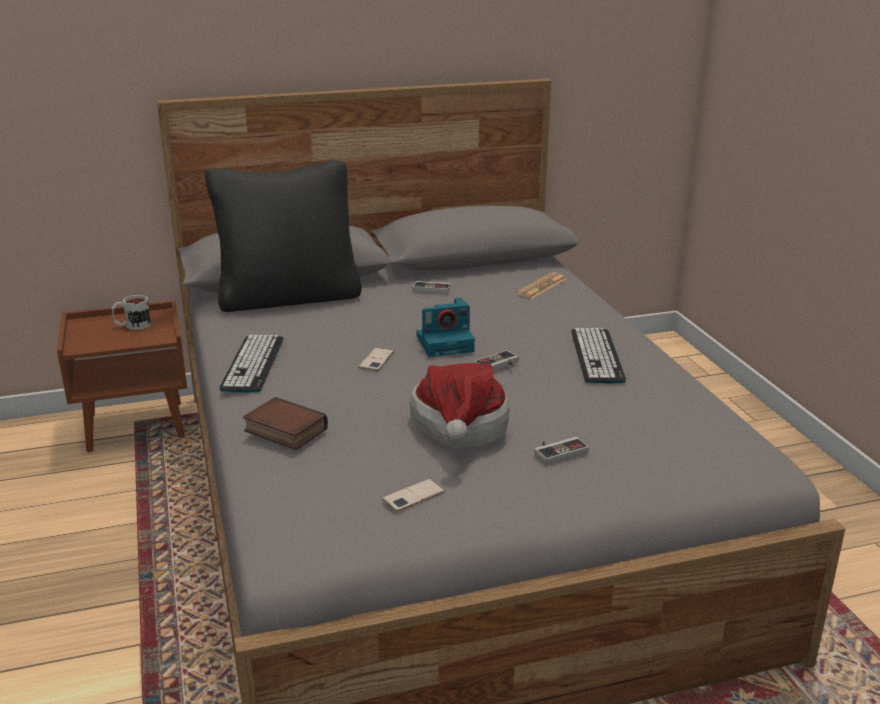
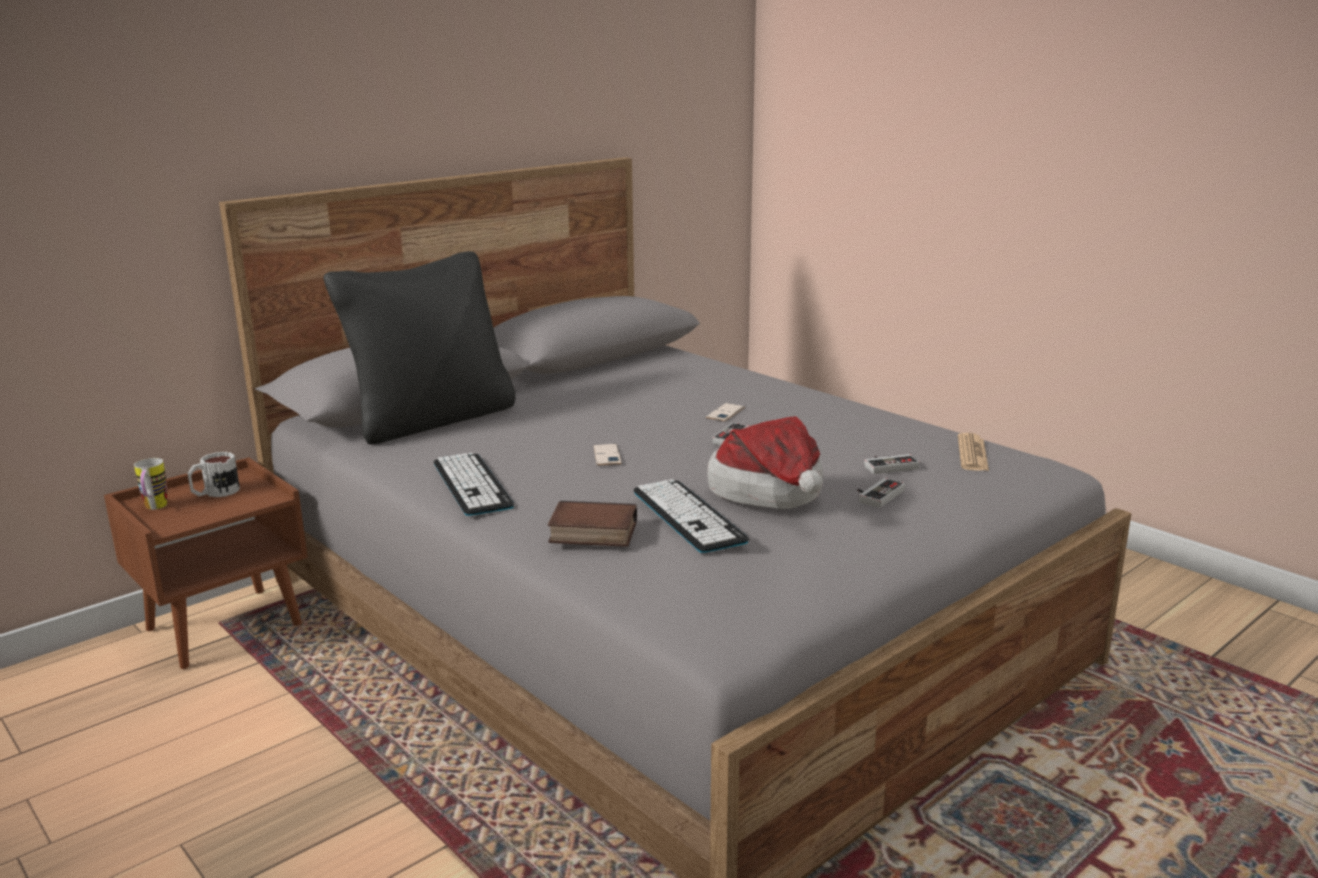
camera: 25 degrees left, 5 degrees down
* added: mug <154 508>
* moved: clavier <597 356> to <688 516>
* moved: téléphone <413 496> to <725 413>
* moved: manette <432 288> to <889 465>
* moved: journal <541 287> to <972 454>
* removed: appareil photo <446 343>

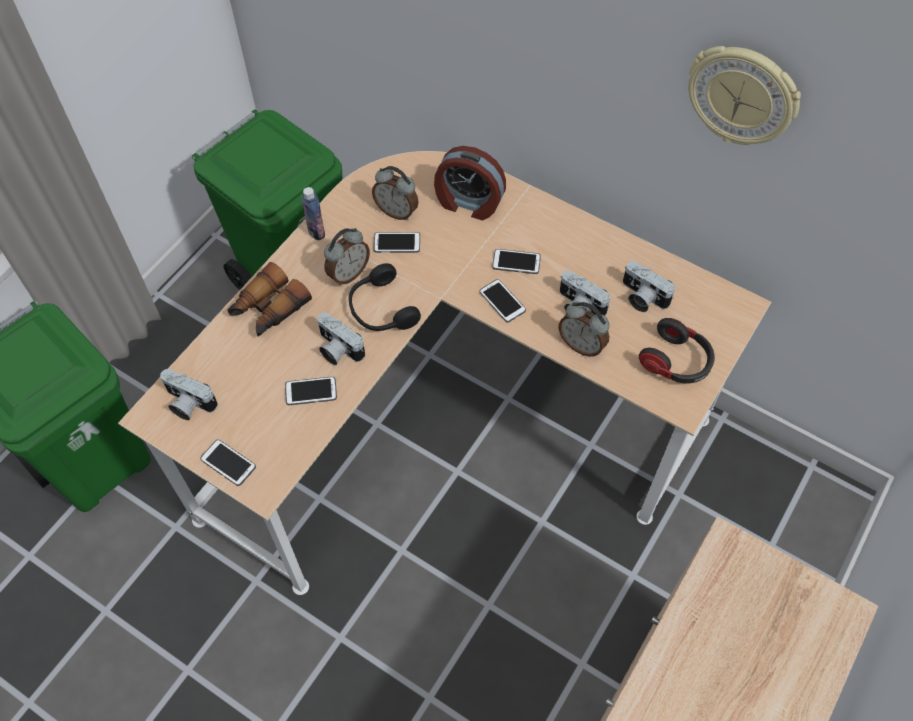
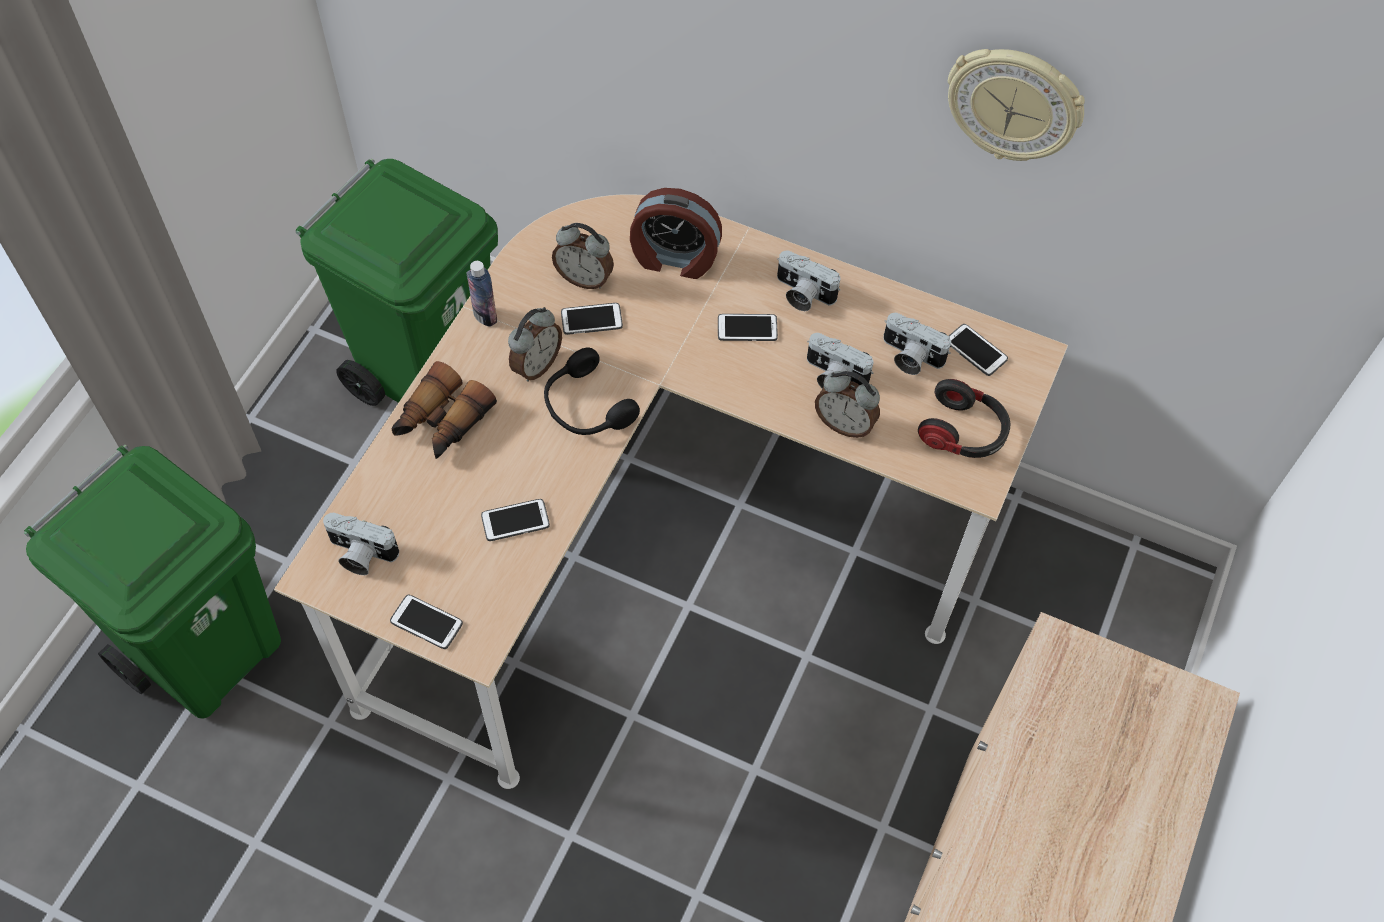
camera: 10 degrees left, 0 degrees up
* moved: appareil photo <337 349> to <802 294>
* moved: téléphone <502 301> to <975 350>

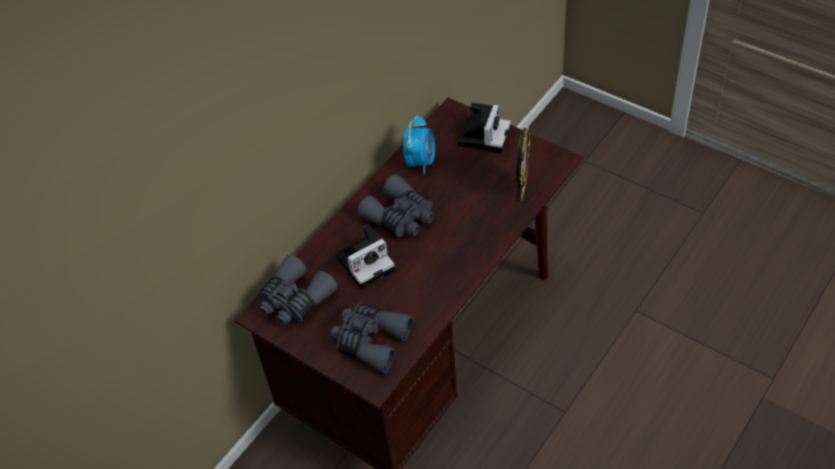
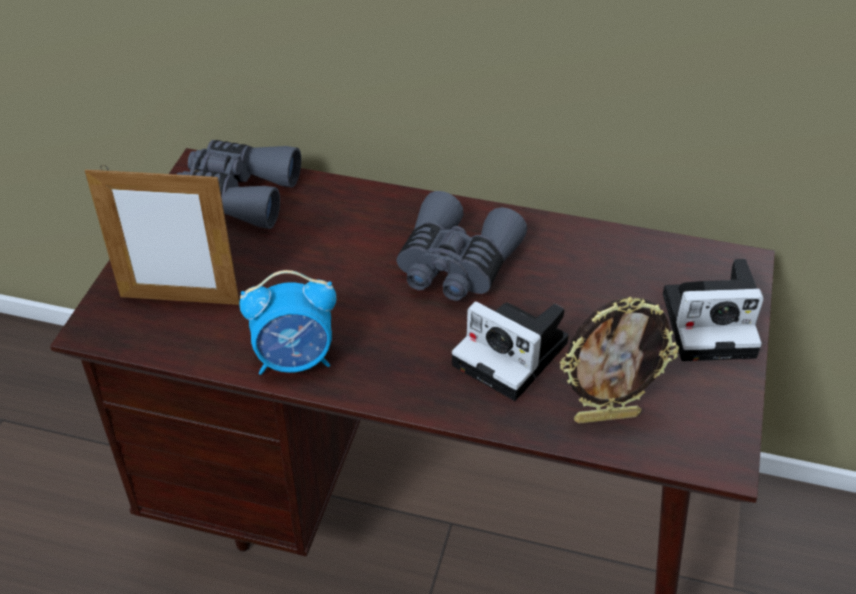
camera: 65 degrees right, 5 degrees down
* replaced: jumelles (gris) <370 341> to cadre photo <180 300>
* moved: réveil <421 161> to <295 360>
* moved: appareil photo <367 262> to <515 355>

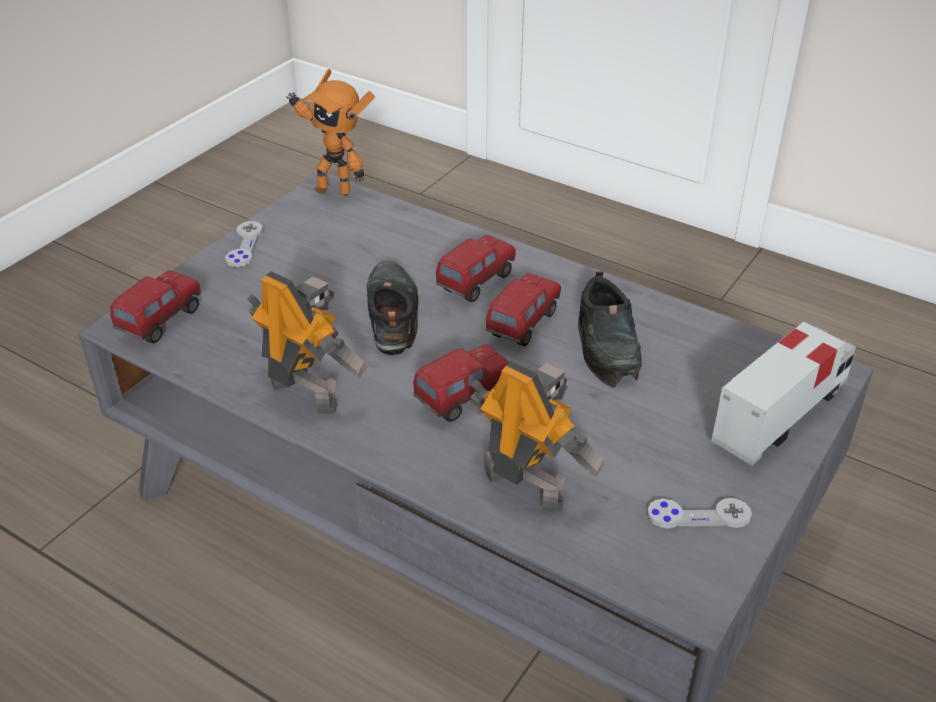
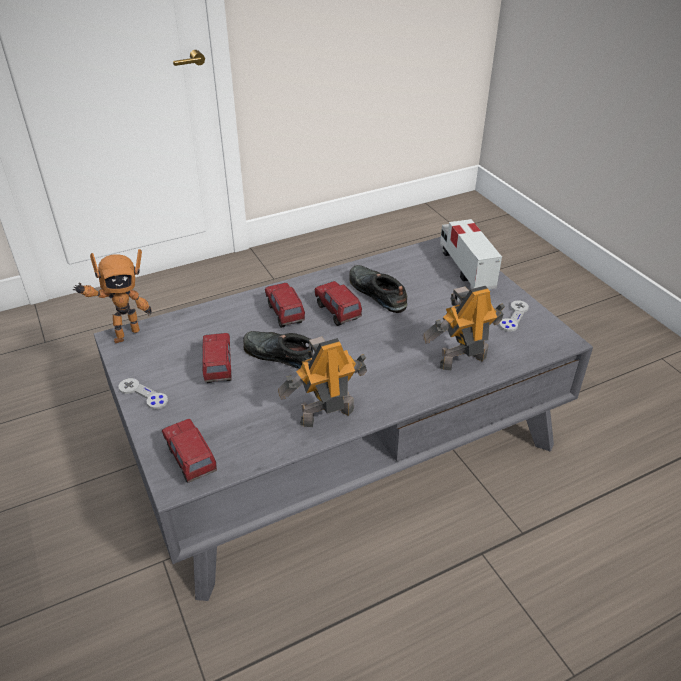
camera: 60 degrees left, 0 degrees up
* moved: camion jouet <463 399> to <218 369>
* turned: chaussure (noir) <608 343> = <376 293> 150 degrees counterclockwise

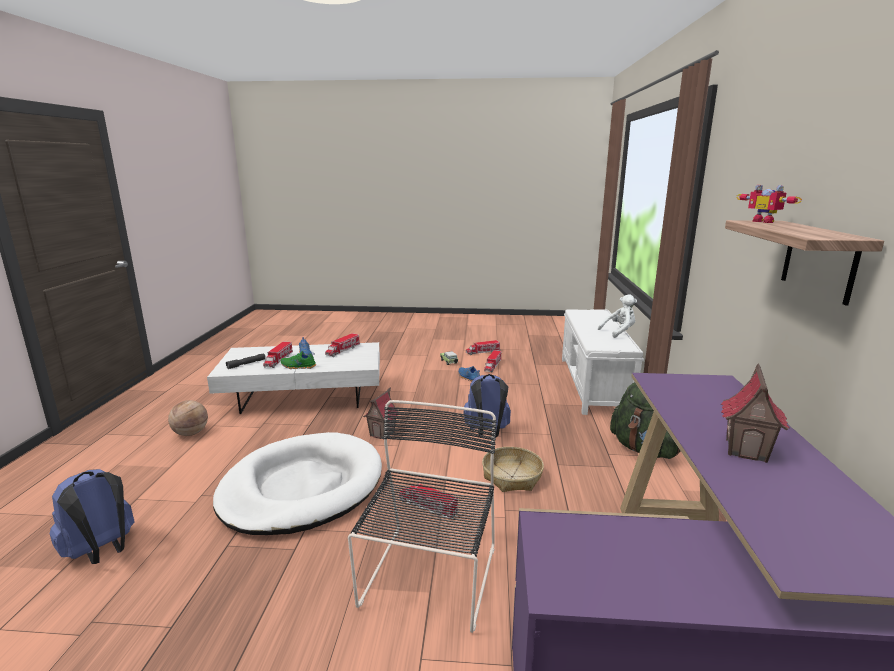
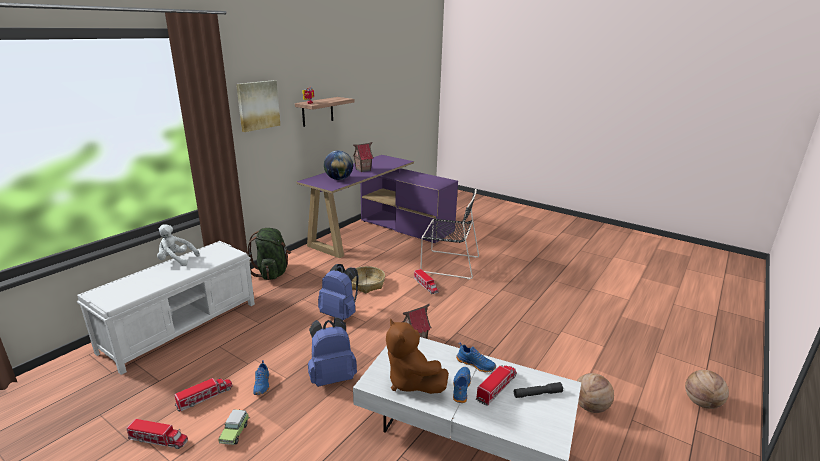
camera: 150 degrees left, 5 degrees up
* added: tableau <258 105>
* moved: sac à dos (bleu) <102 551> to <332 377>
* added: globe <339 179>
* replaced: camion jouet <342 350> to peluche (marron) <411 382>
* turned: chaise (noir) <428 579> = <448 264> 120 degrees counterclockwise
* recoloured: chaussure (vert) <298 367> to chaussure (bleu) <476 364>
* added: ballon de basket <701 403>
* removed: panier pour chien (blanc) <302 487>

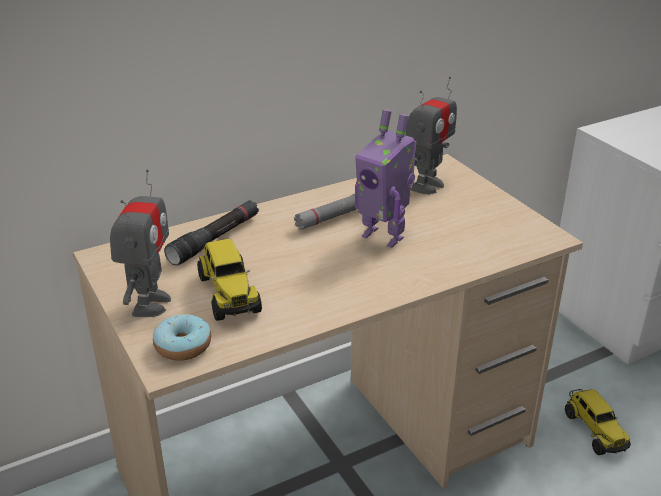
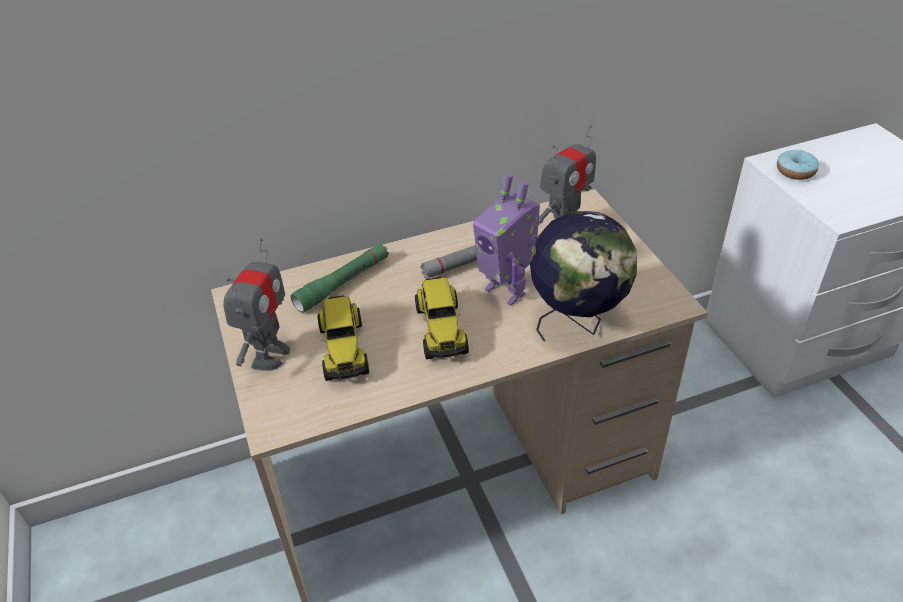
camera: 10 degrees right, 10 degrees up
* recoloured: lampe de poche (noir) <215 239> to lampe de poche (vert) <343 283>
* moved: camion jouet <594 430> to <441 329>
* added: globe <577 323>
* moved: beignet <183 346> to <795 171>

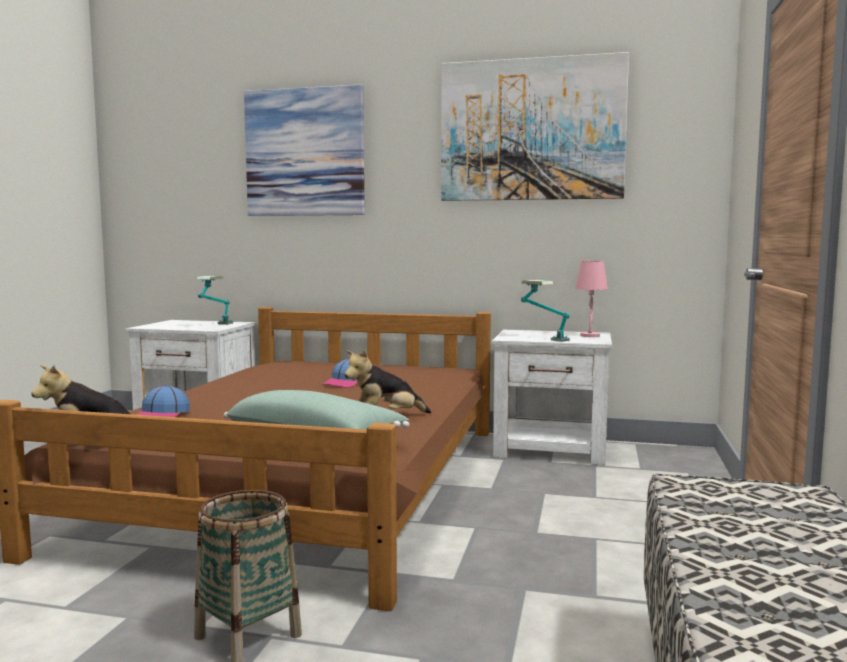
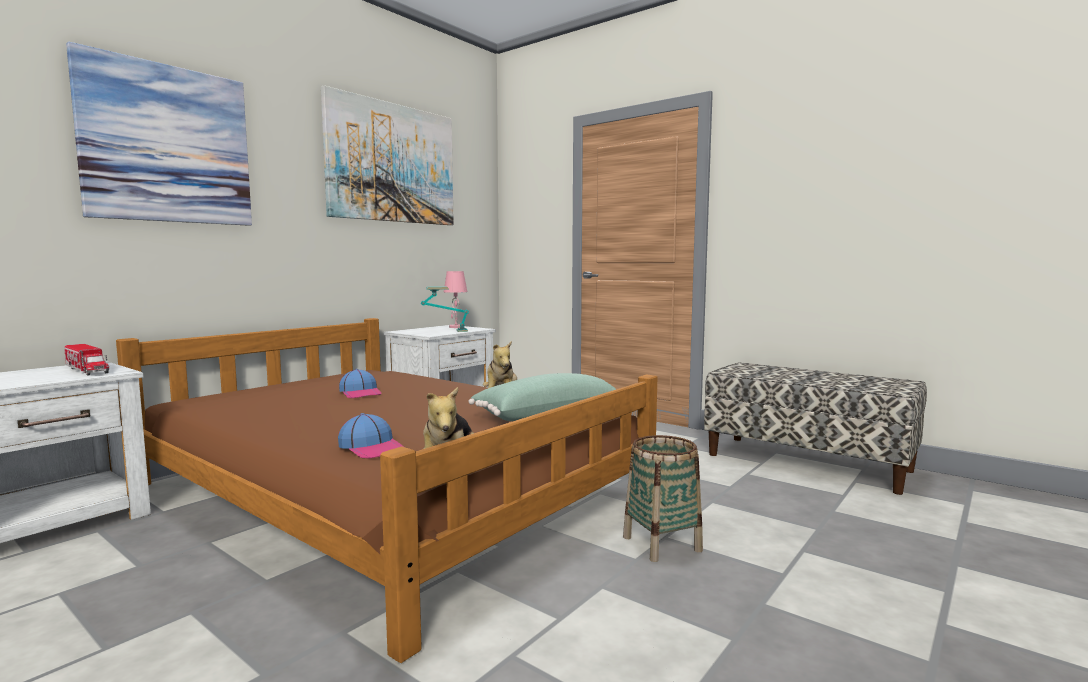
camera: 65 degrees left, 0 degrees up
* replaced: lampe de table <215 326> to camion jouet <87 370>

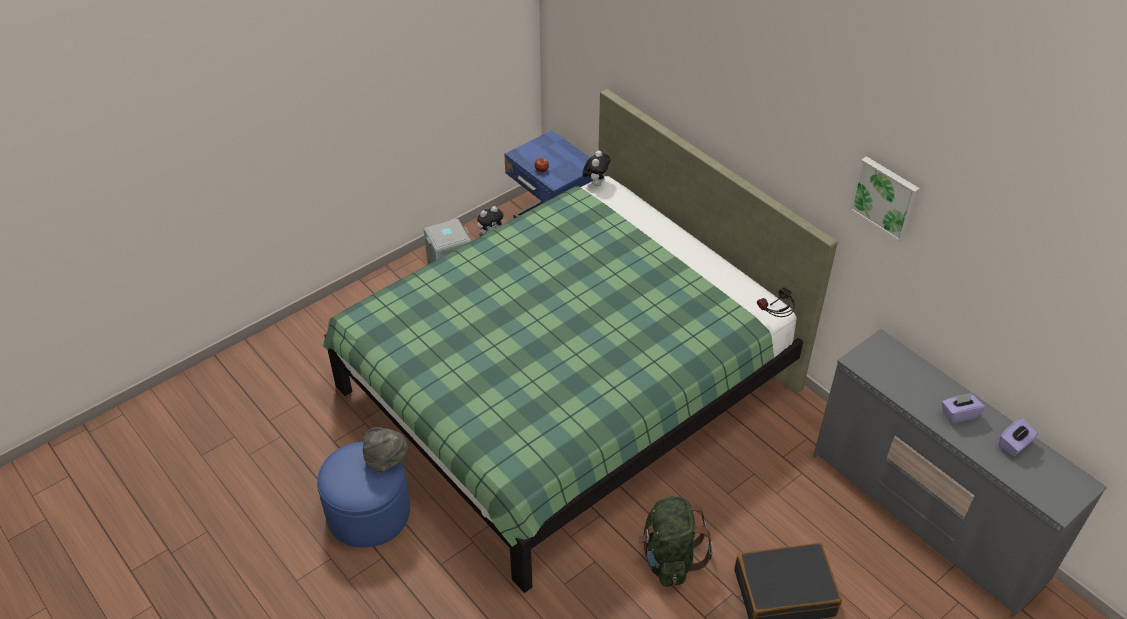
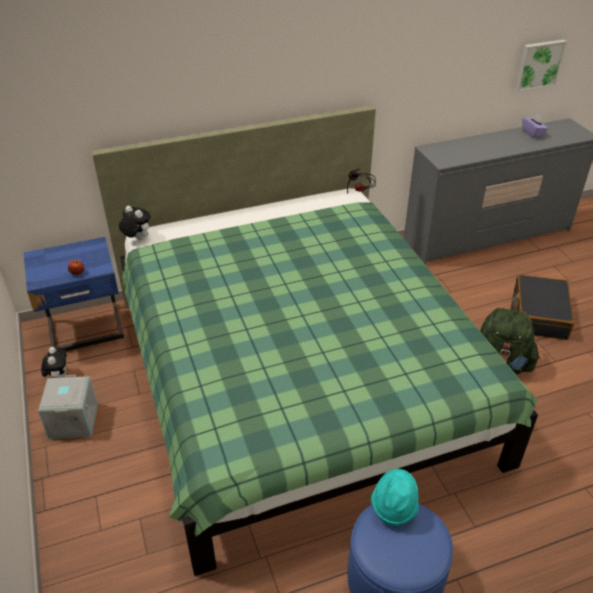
camera: 70 degrees left, 5 degrees down
* recoloured: chapeau (gris) <386 460> to chapeau (turquoise) <393 508>
* moved: tableau <885 197> to <538 65>
* removed: boîte à mouchoirs (violet) <958 414>

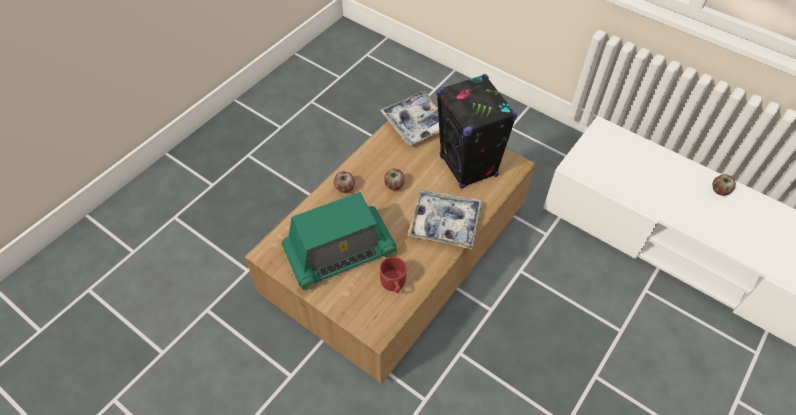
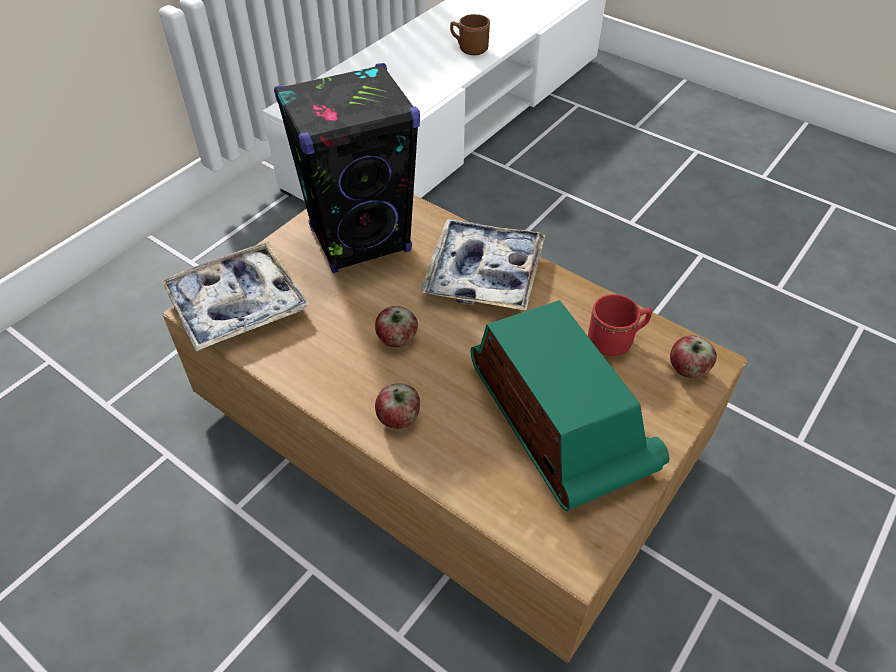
camera: 90 degrees left, 5 degrees down
* added: mug (marron) <469 48>
* moved: pomme <719 191> to <687 369>

